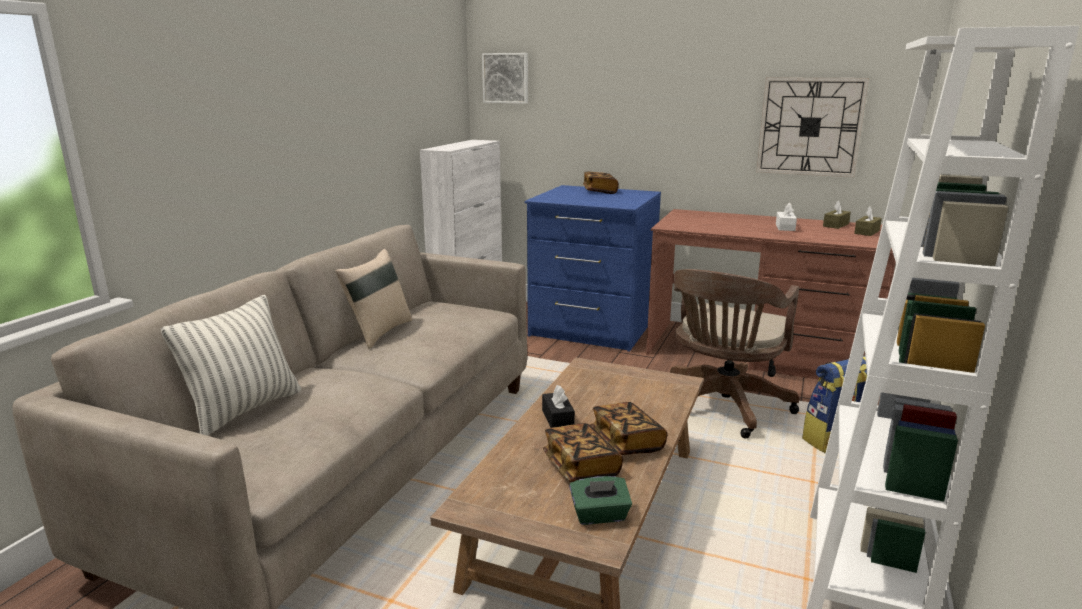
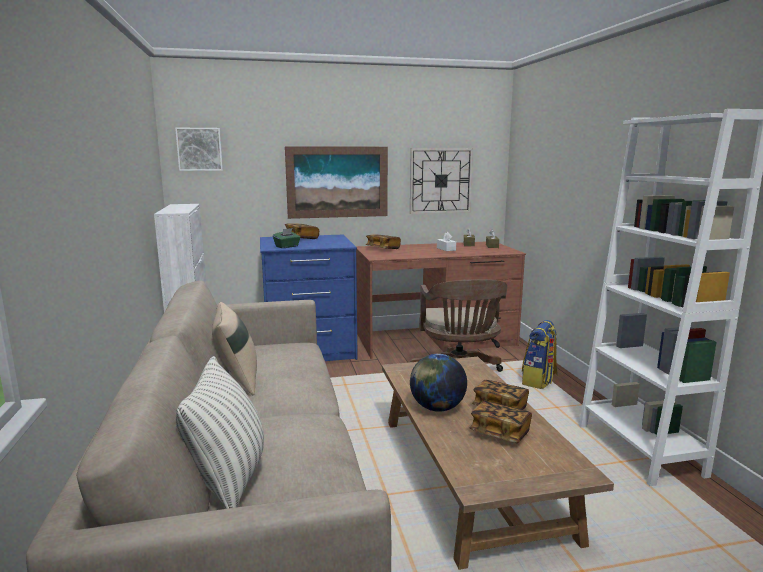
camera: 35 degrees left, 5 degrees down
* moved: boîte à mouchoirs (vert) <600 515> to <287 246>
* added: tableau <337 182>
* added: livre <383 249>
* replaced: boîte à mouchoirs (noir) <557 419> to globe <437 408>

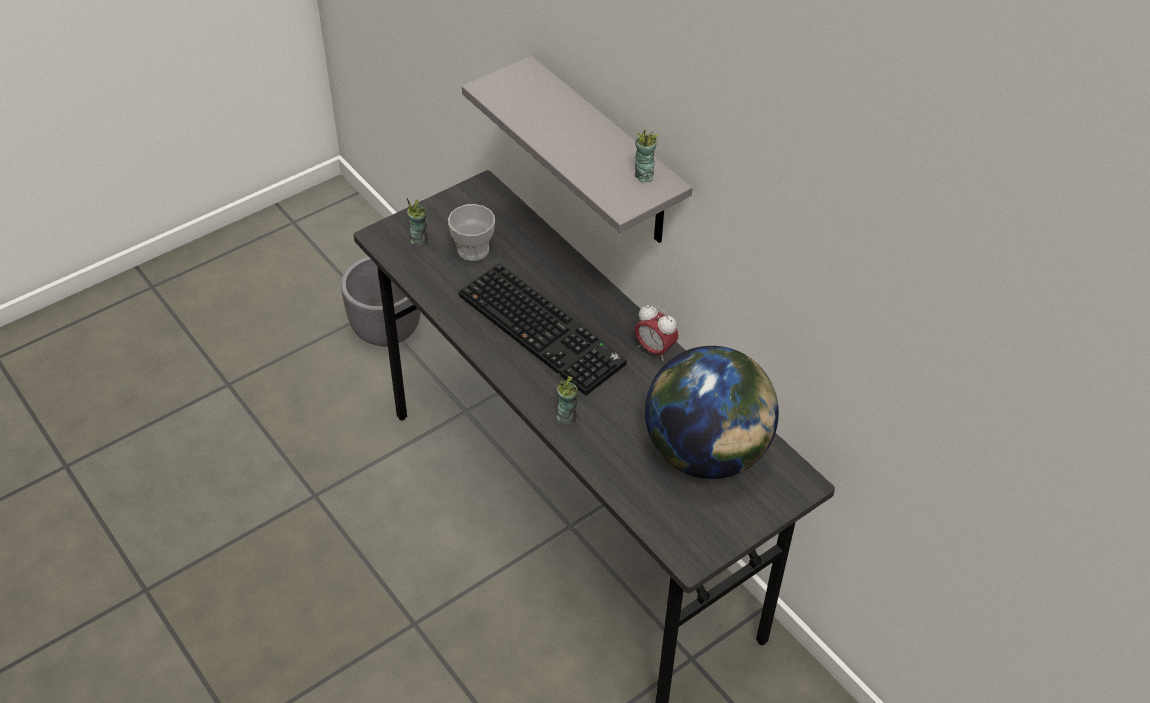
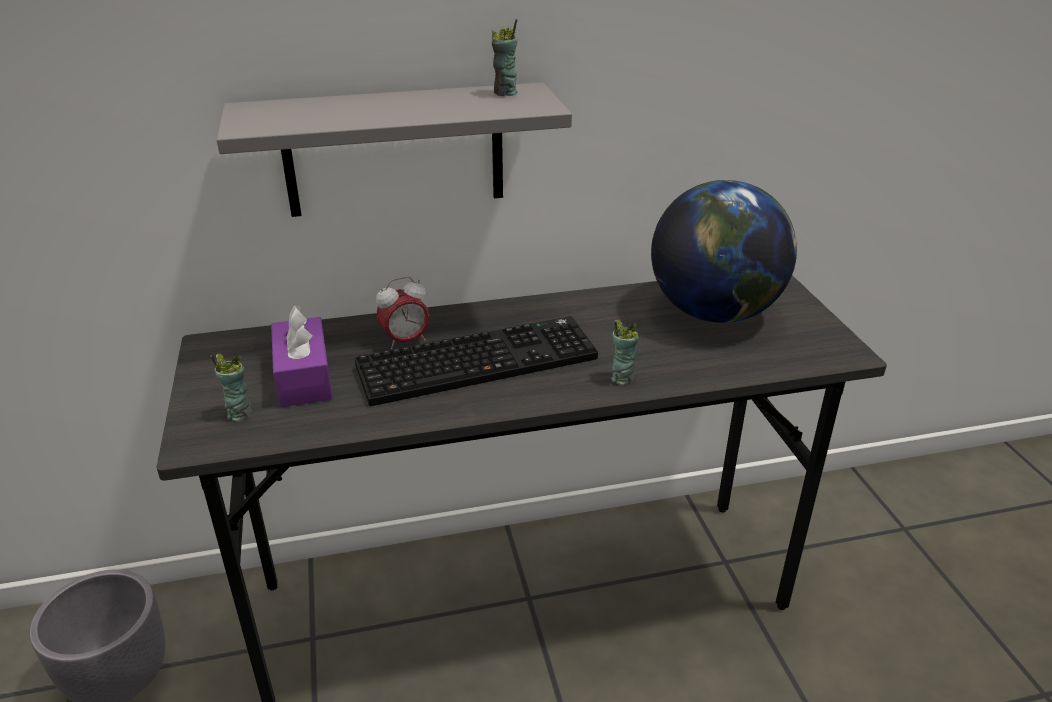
camera: 65 degrees left, 15 degrees down
* replaced: tasse <473 250> to boîte à mouchoirs (violet) <304 377>
* moved: réveil <654 350> to <405 341>

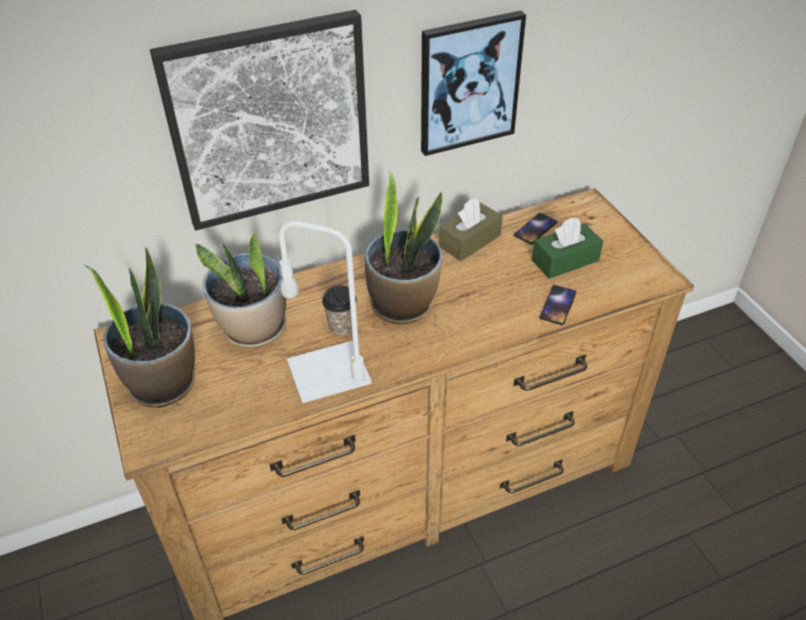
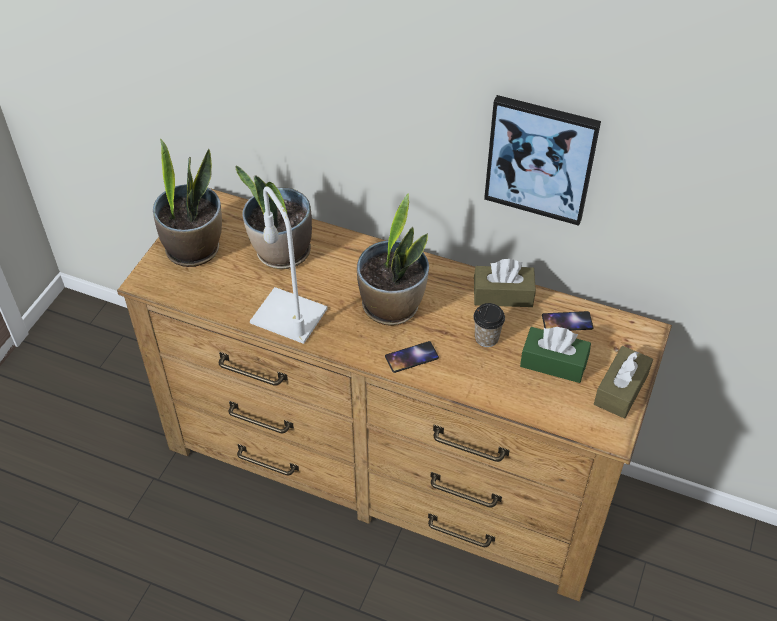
camera: 45 degrees right, 5 degrees up
* moved: téléphone <558 305> to <412 357>
* moved: tasse <341 325> to <486 338>
* added: boîte à mouchoirs (marron) <621 389>
* removed: tableau <269 121>

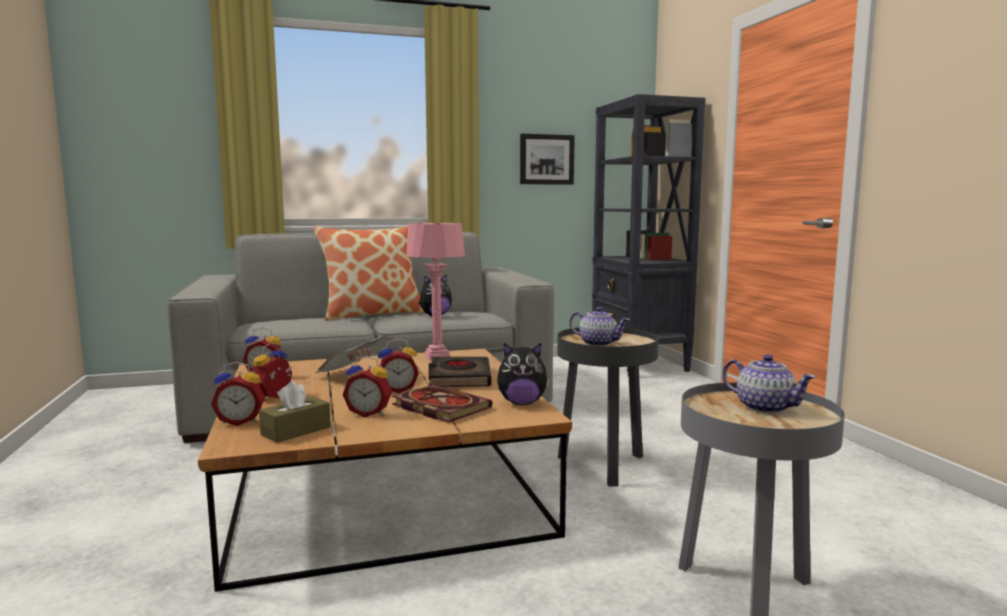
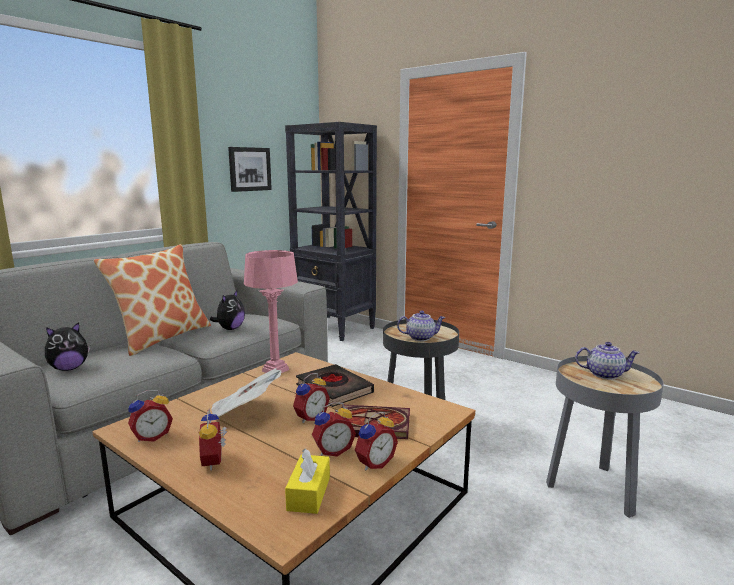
camera: 35 degrees left, 5 degrees up
* moved: peluche <522 403> to <69 368>
* recoloured: boîte à mouchoirs (marron) <296 431> to boîte à mouchoirs (jaune) <309 493>
* moved: réveil <241 421> to <374 463>

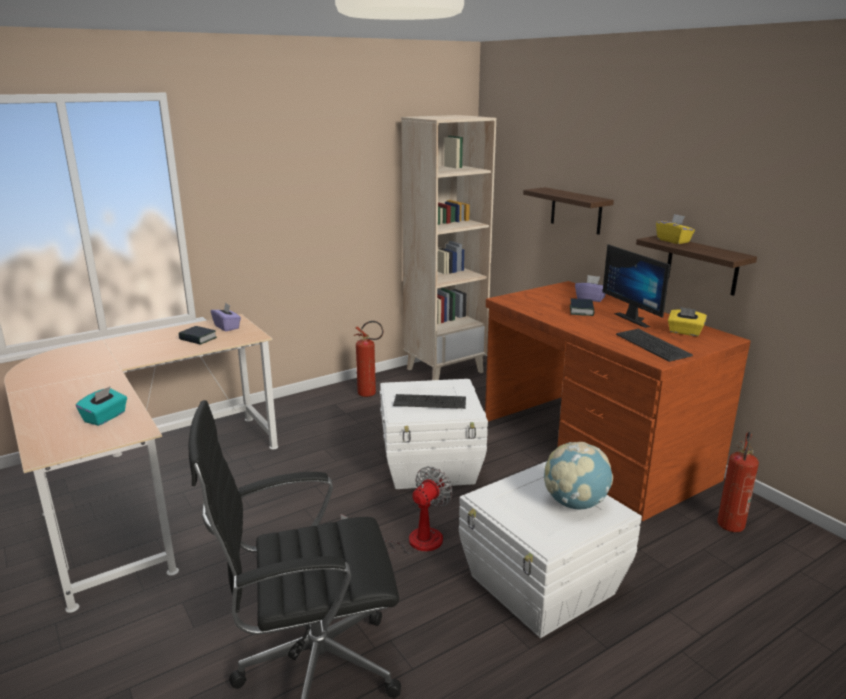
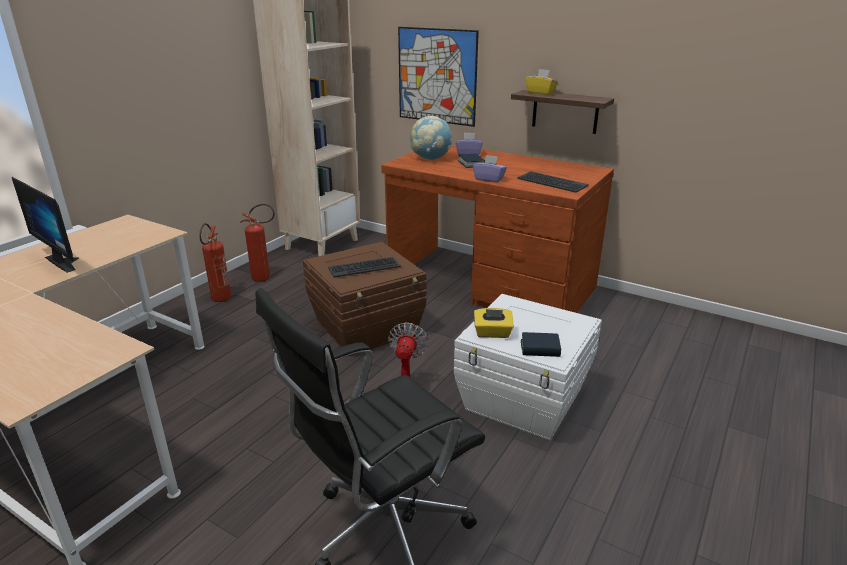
camera: 25 degrees left, 5 degrees up
* moved: écran d'ordinateur <636 319> to <66 261>
* moved: extincteur <730 529> to <219 300>
* recoloured: boîte de rangement (blanc) <431 465> to boîte de rangement (marron) <367 328>
* replaced: étagère <576 211> to tableau <437 76>
* moved: globe <575 503> to <431 158>
* moved: boîte à mouchoirs (violet) <227 327> to <489 179>
* moved: boîte à mouchoirs (jaune) <685 332> to <492 333>
* moved: livre <198 339> to <540 349>
* removed: boîte à mouchoirs (turquoise) <105 417>

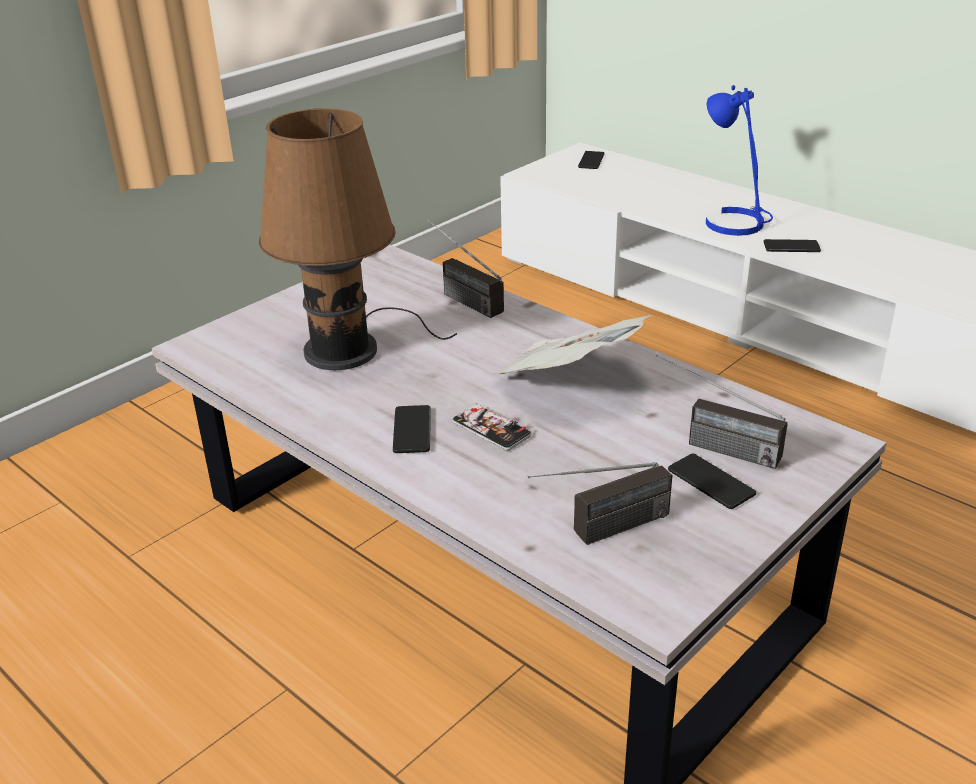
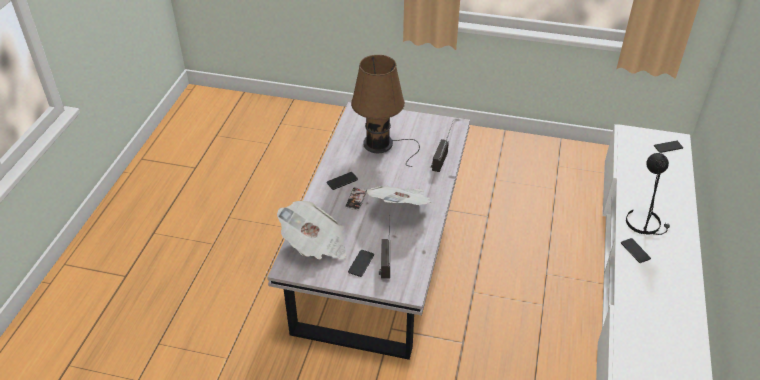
camera: 60 degrees right, 10 degrees up
* replaced: radio <600 533> to journal <315 244>
* recoloured: lampe de table (bleu) <736 222> to lampe de table (noir) <645 222>

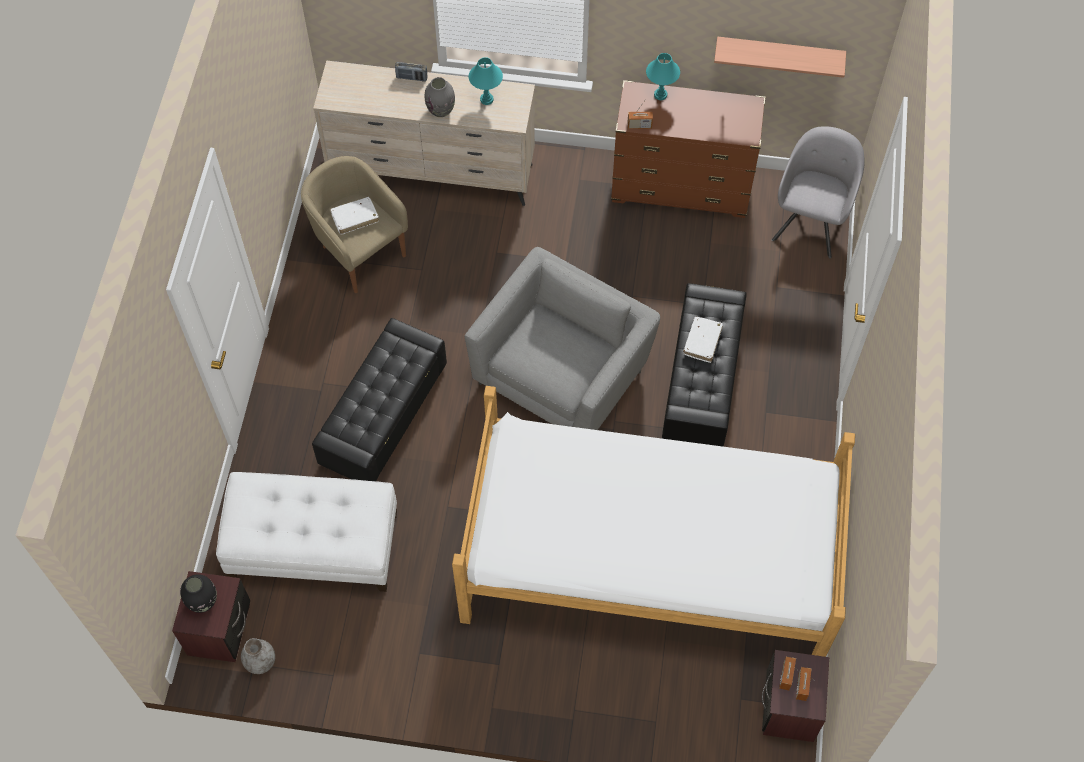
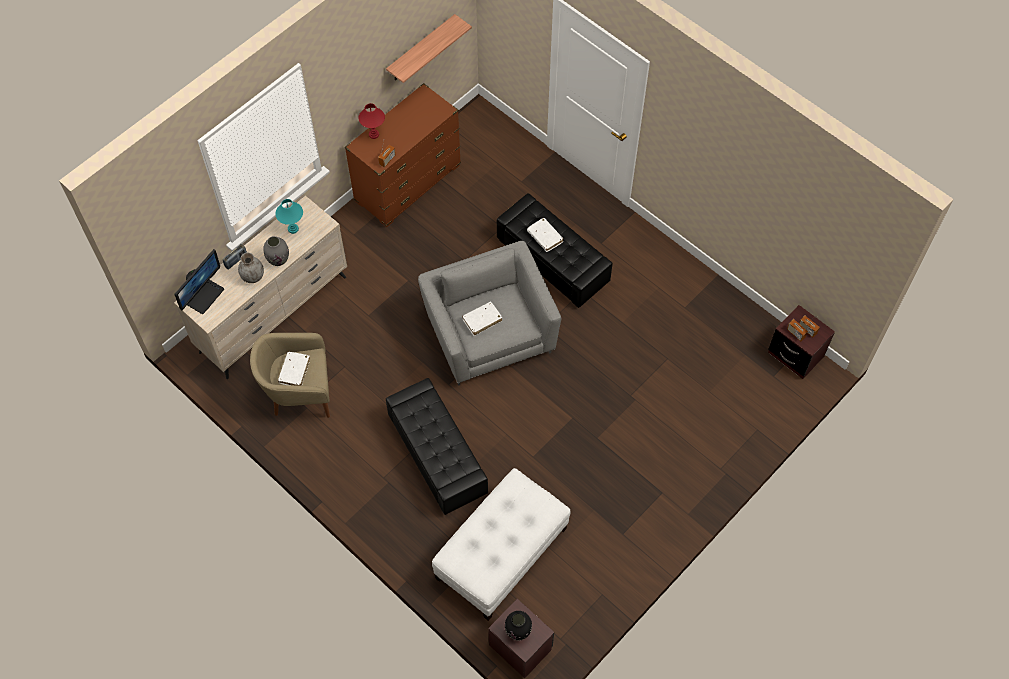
camera: 55 degrees left, 0 degrees up
* added: écran d'ordinateur <204 295>
* moved: vase (gris) <260 662> to <253 276>
* recoloured: lampe de table (turquoise) <660 95> to lampe de table (rouge) <374 134>
* added: livre (blanc) <482 320>
* removed: lit <648 561>
* removed: fauteuil (gris) <811 220>

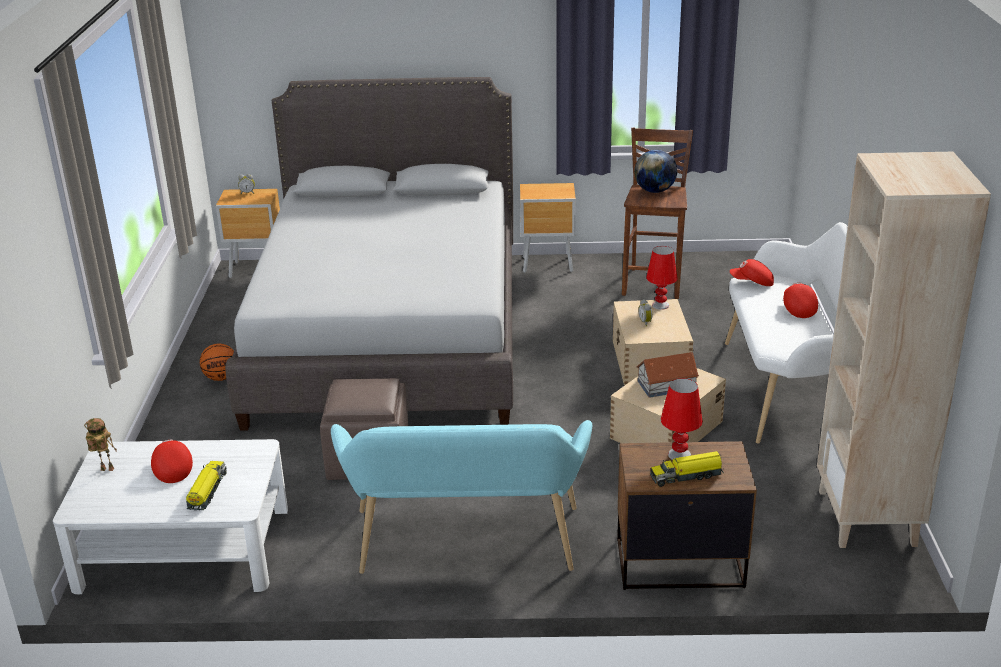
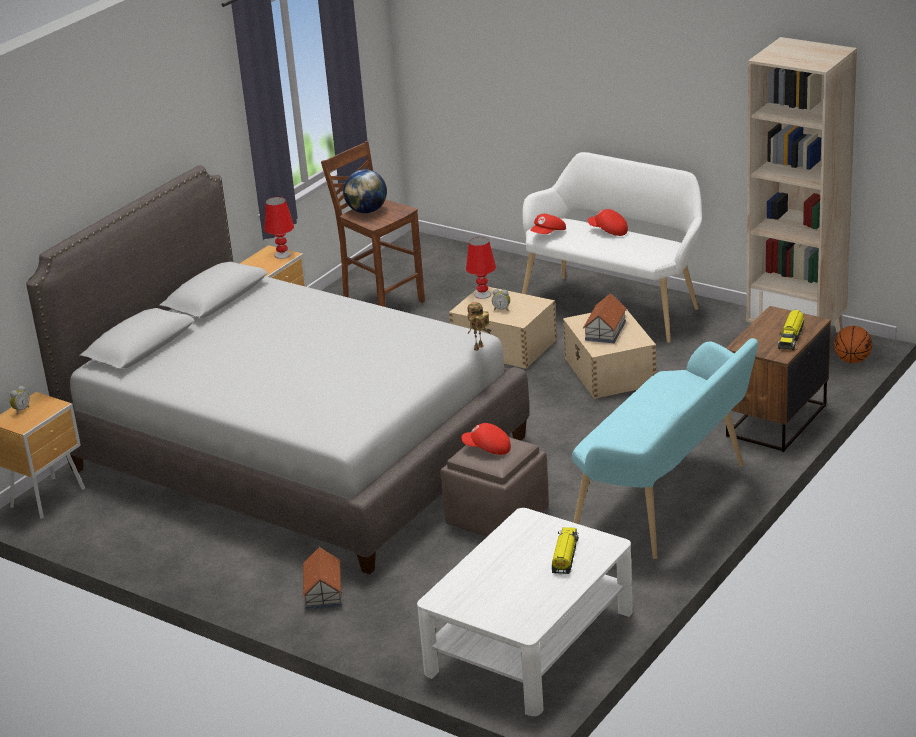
camera: 55 degrees left, 0 degrees up
* moved: lampe de table (rouge) <679 455> to <282 255>
* added: maison miniature <324 591>
* moved: casquette (rouge) <172 469> to <487 449>
* moved: robot jouet <105 470> to <479 348>
* turned: camion jouet <207 491> = <565 556> 60 degrees clockwise
* moved: ballon de basket <221 378> to <852 360>

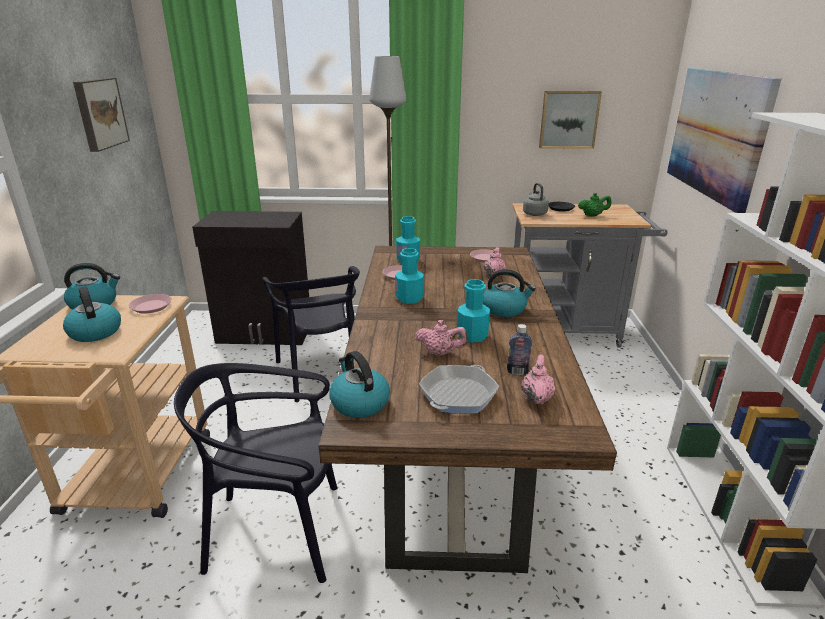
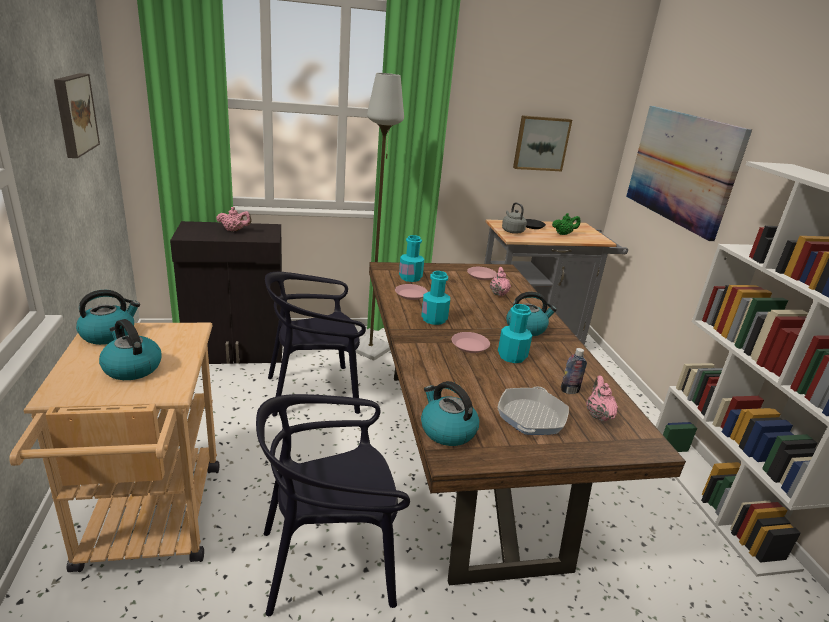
camera: 15 degrees left, 0 degrees up
* moved: théière (rose) <441 353> to <234 230>
* turned: chaise (noir) <322 373> = <314 392> 105 degrees clockwise
* moved: assiette (rose) <151 307> to <470 345>

